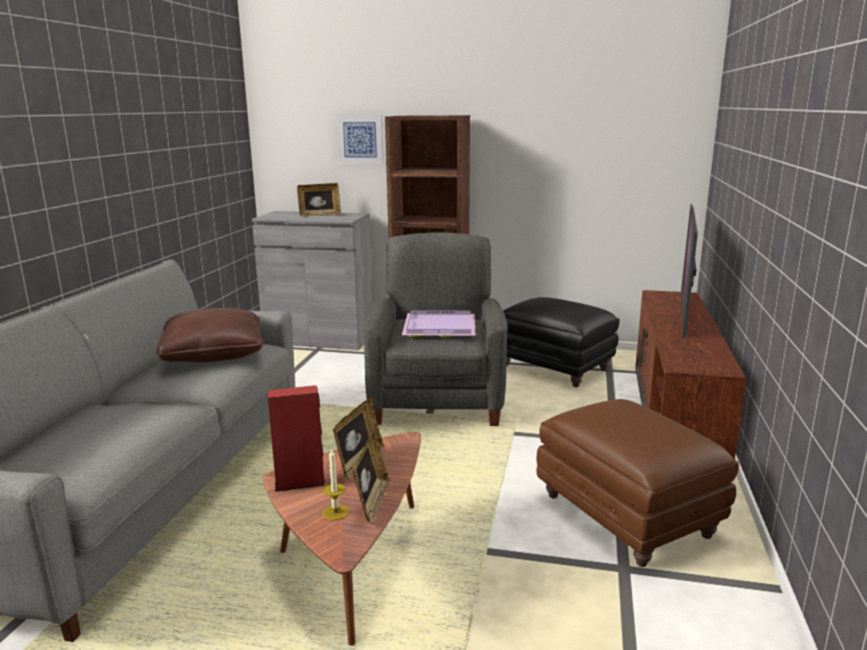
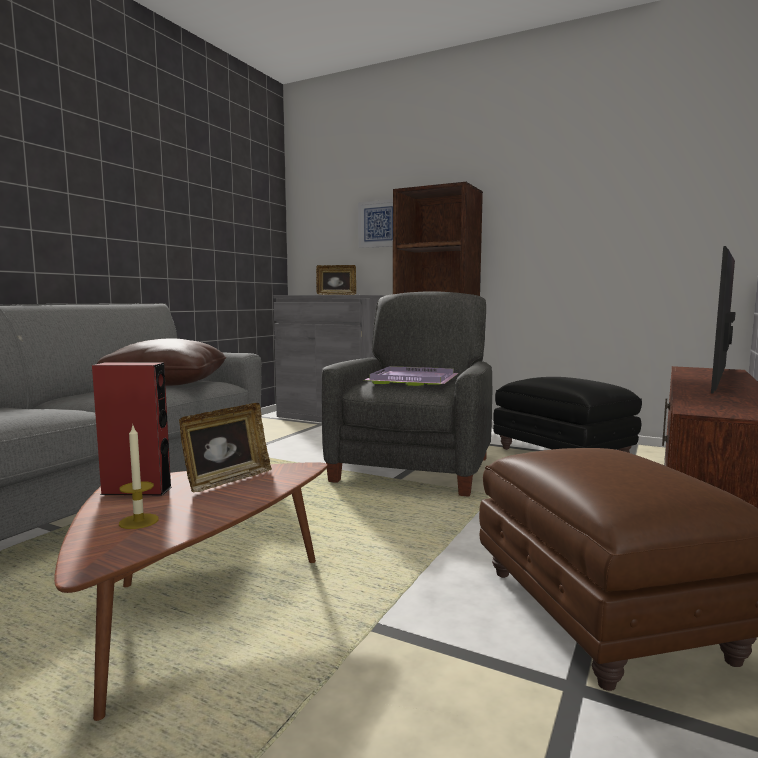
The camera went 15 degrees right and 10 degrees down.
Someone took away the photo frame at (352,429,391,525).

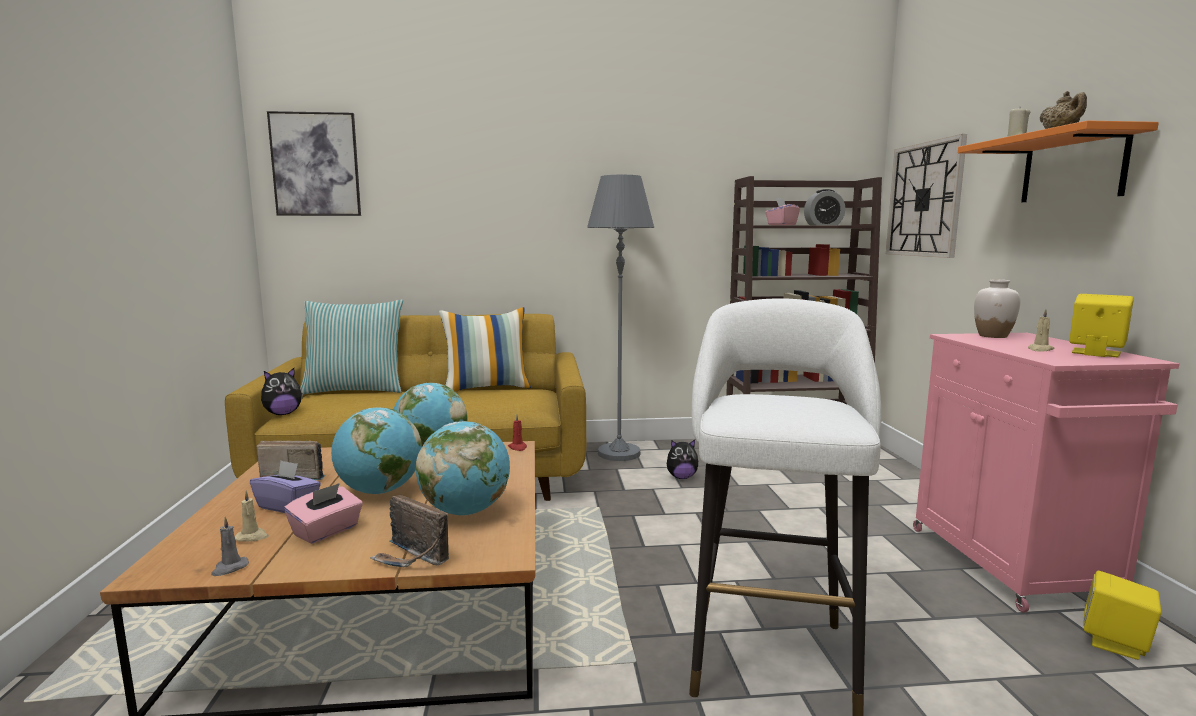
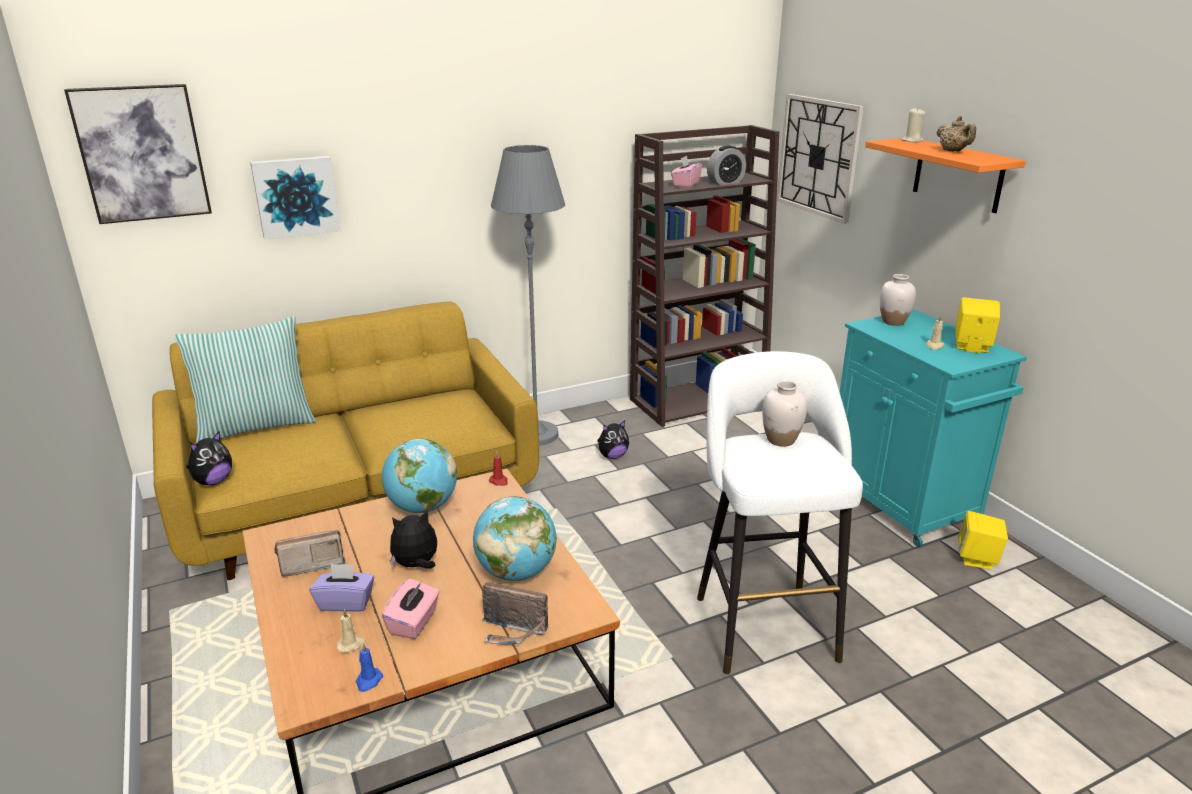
The camera went 20 degrees left and 15 degrees up.
Someone took away the cushion at (439,307,531,392).
Someone put up the wall art at (250,156,341,240).
Someone put down the whitish decorative vase at (762,381,807,446).
Someone swapped the world globe at (331,407,421,494) for the soft toy at (390,509,437,569).
Someone repainted the greyish wax candle at (211,517,249,576), which became the blue wax candle at (356,643,383,692).
Someone repainted the pink-coloured cabinet at (913,333,1179,612), which became the turquoise-coloured cabinet at (840,309,1027,547).

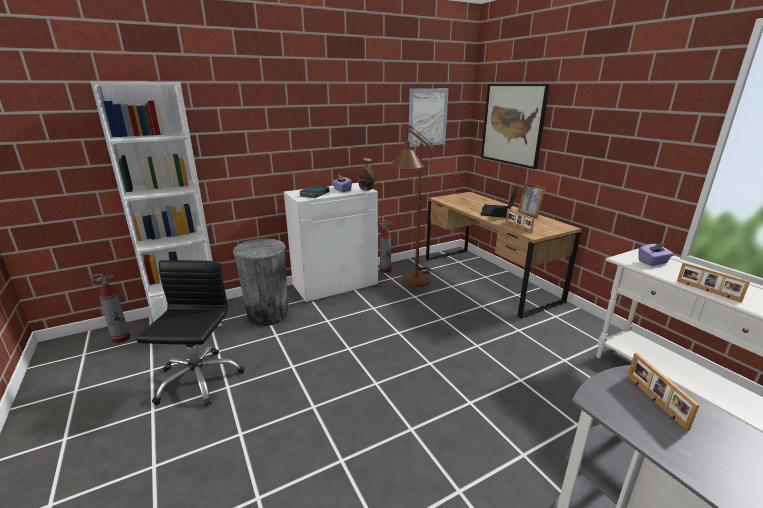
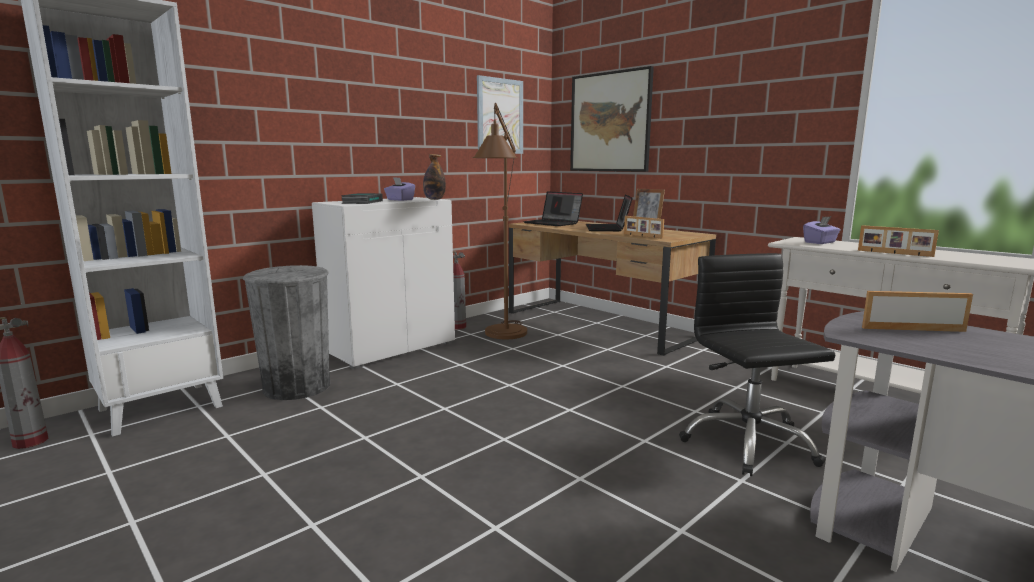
The camera went 15 degrees left and 10 degrees down.
Someone put down the laptop at (523,191,583,226).
Someone carried the black-coloured office chair from (136,260,244,406) to (679,253,835,476).
Someone rotated the photo frame at (628,353,700,431) by 120 degrees clockwise.

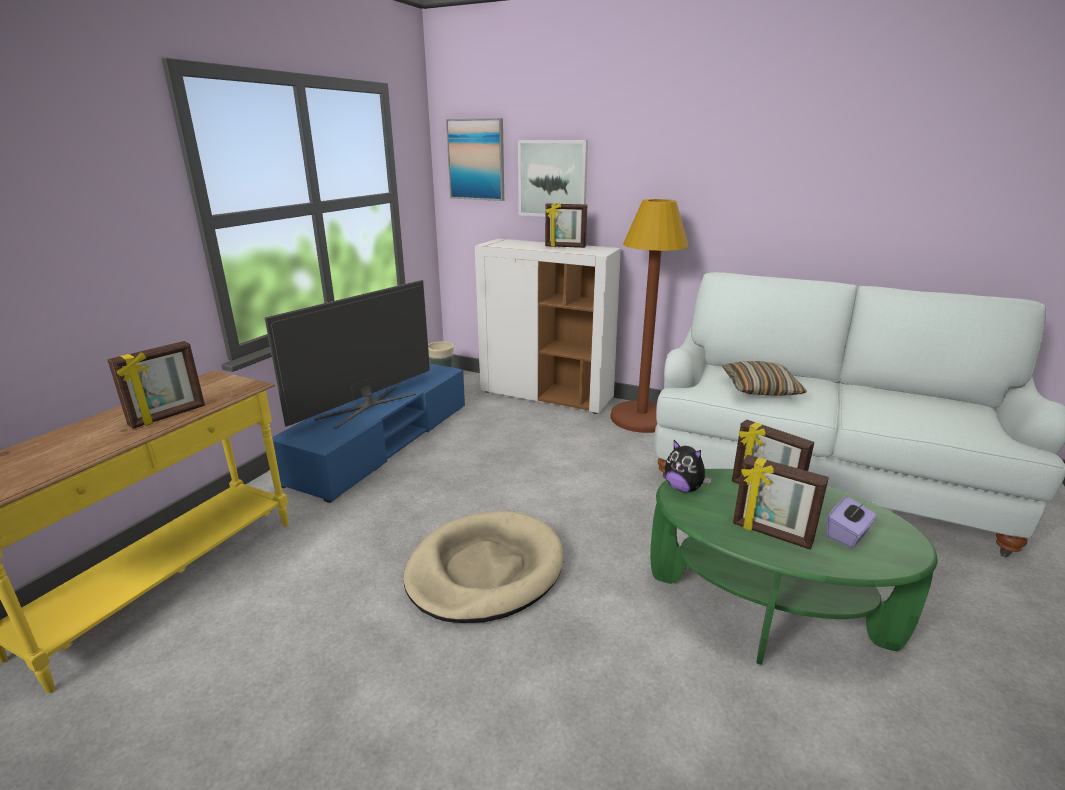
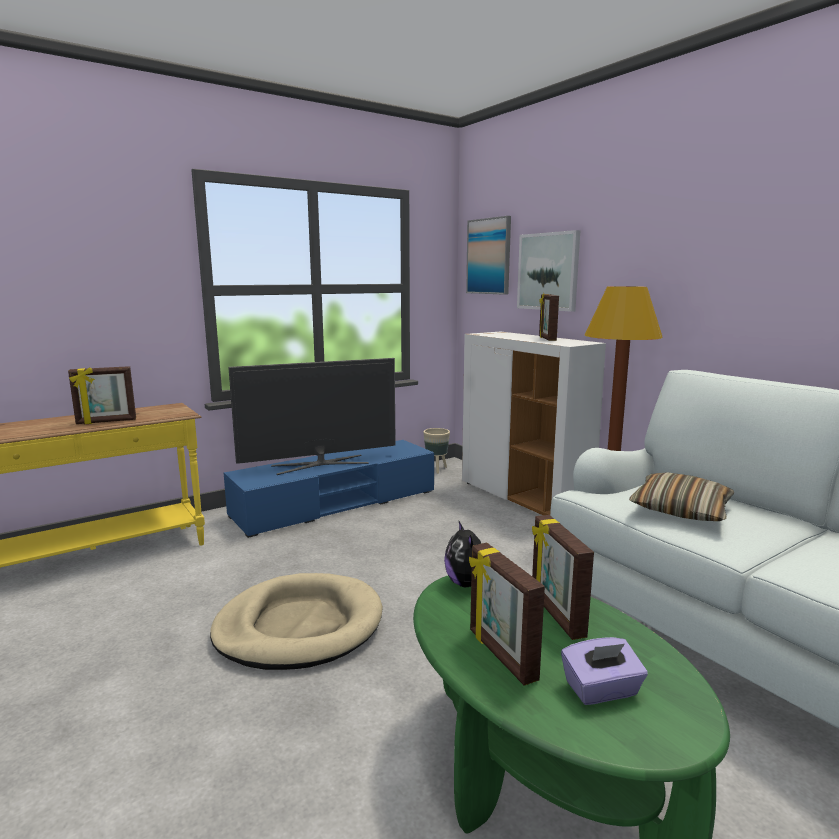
The camera went 30 degrees right and 10 degrees down.
Someone rotated the photo frame at (545,203,587,248) by 45 degrees clockwise.

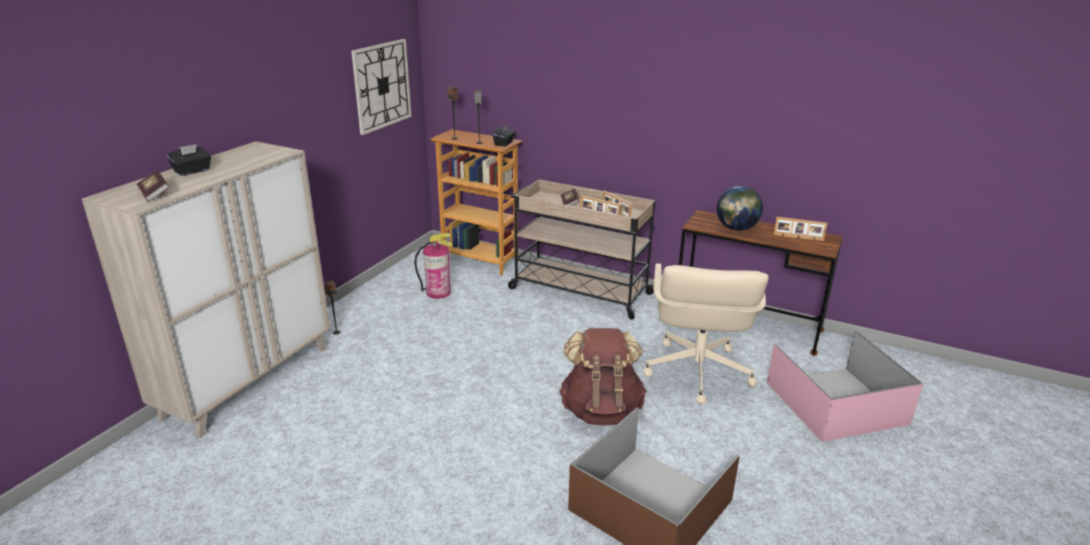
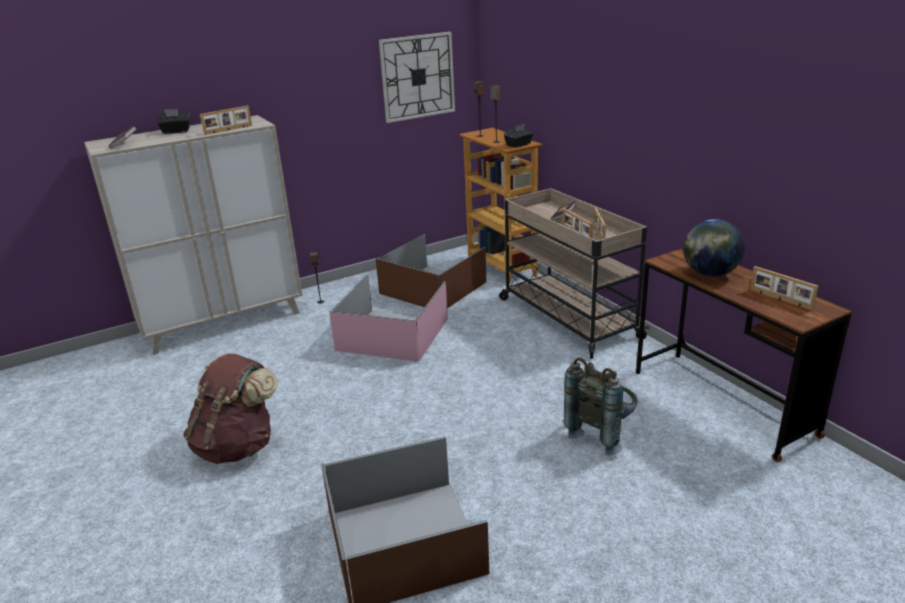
The camera went 35 degrees right and 0 degrees up.
Someone put down the photo frame at (200,106,252,135).
Someone carried the brown knapsack from (559,328,647,426) to (183,354,278,464).
Someone carried the pink-coloured storage bin from (767,331,923,442) to (329,275,448,362).
Someone swapped the extinguisher at (414,233,453,299) for the brown storage bin at (376,234,486,308).
Someone swapped the beige-coloured office chair at (643,263,769,405) for the greyish knapsack at (564,358,638,456).

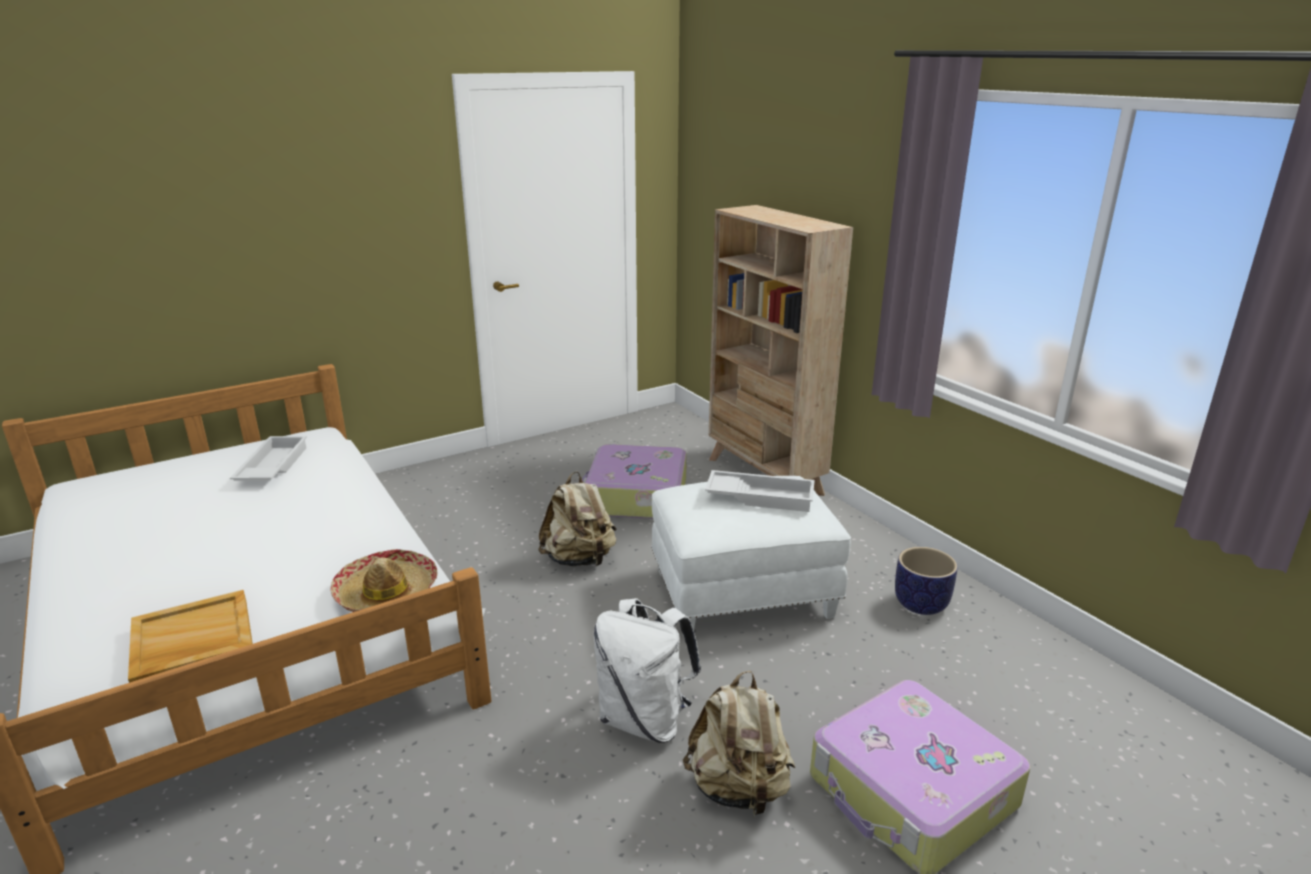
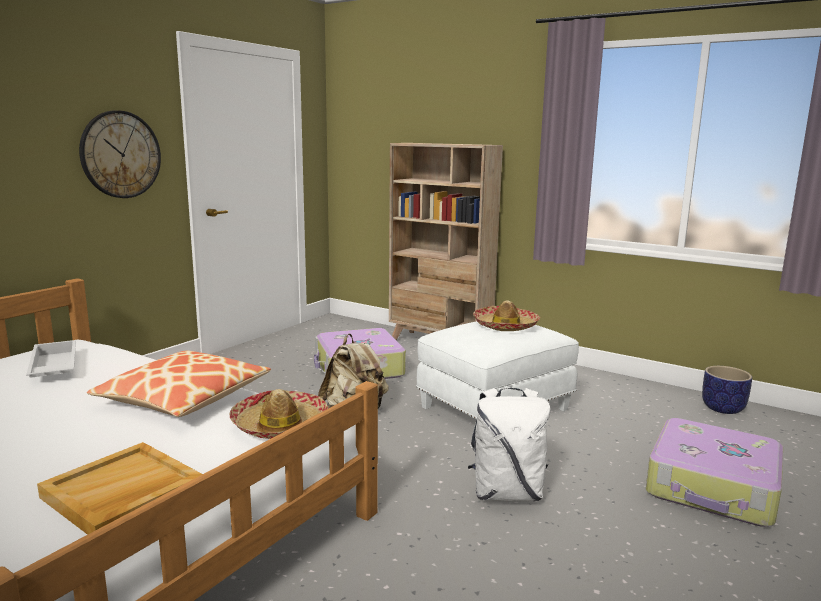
The camera went 25 degrees left and 10 degrees down.
Someone took away the beige-coloured knapsack at (683,671,795,816).
Someone put up the wall clock at (79,110,161,198).
Someone put down the cushion at (87,351,271,417).
Someone carried the plant pot from (895,547,958,615) to (702,366,752,414).
Someone swapped the whitish carrying tray at (705,470,815,512) for the clothing hat at (473,300,540,331).

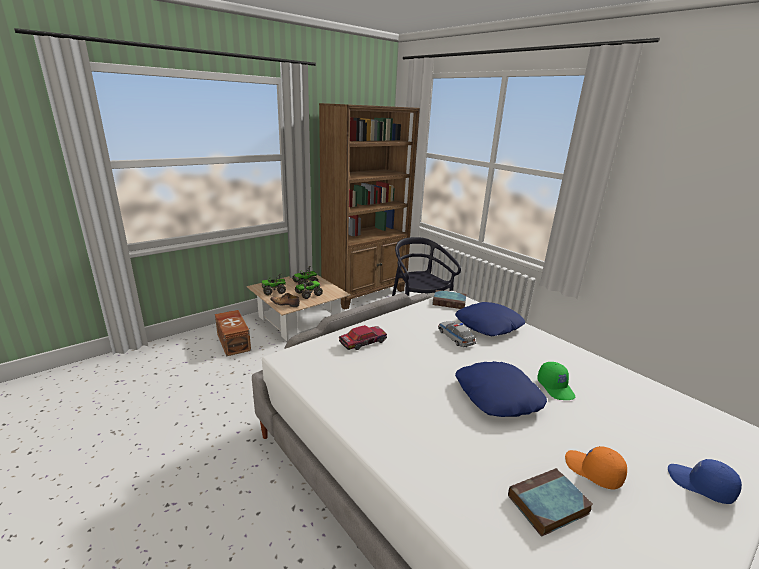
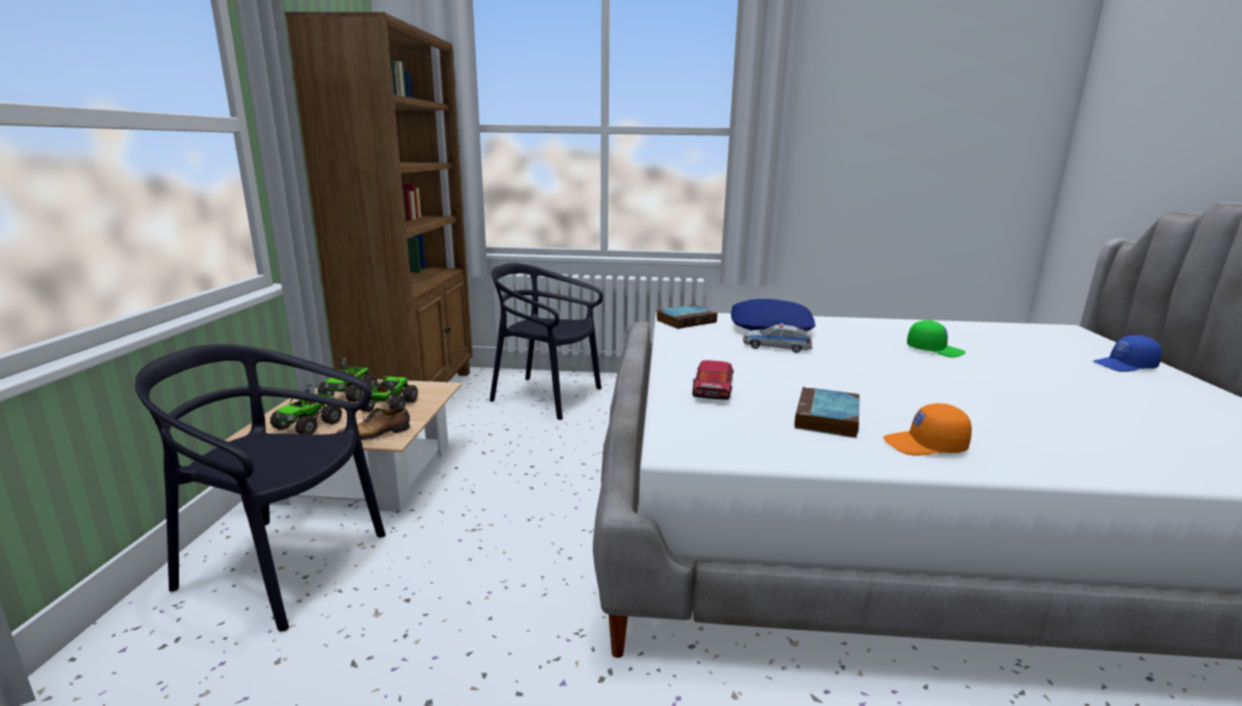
The camera went 45 degrees left and 5 degrees down.
Someone took away the blue cushion at (455,361,547,417).
Someone carried the volume from (508,468,593,537) to (795,387,860,438).
Someone carried the orange-coloured peaked cap from (565,446,627,490) to (883,403,972,456).
Someone swapped the brown storage bin at (215,310,251,357) for the black-coloured plain chair at (135,344,386,632).

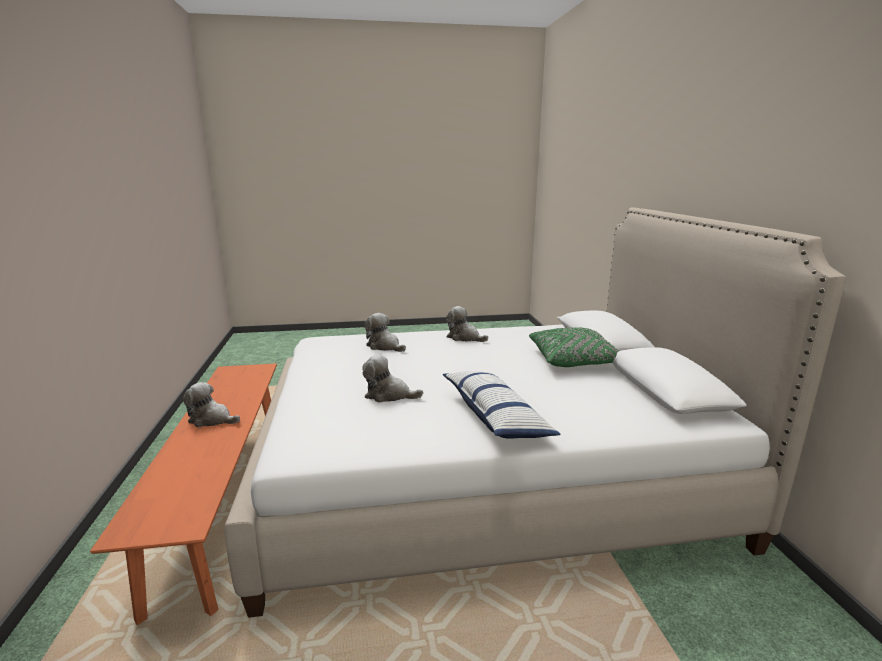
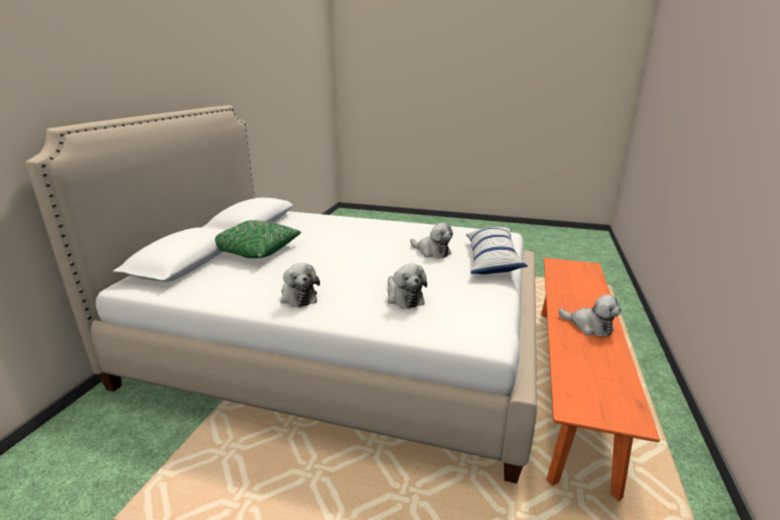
The camera went 155 degrees left and 5 degrees up.
Someone carried the cushion from (443,371,560,439) to (466,227,528,274).

